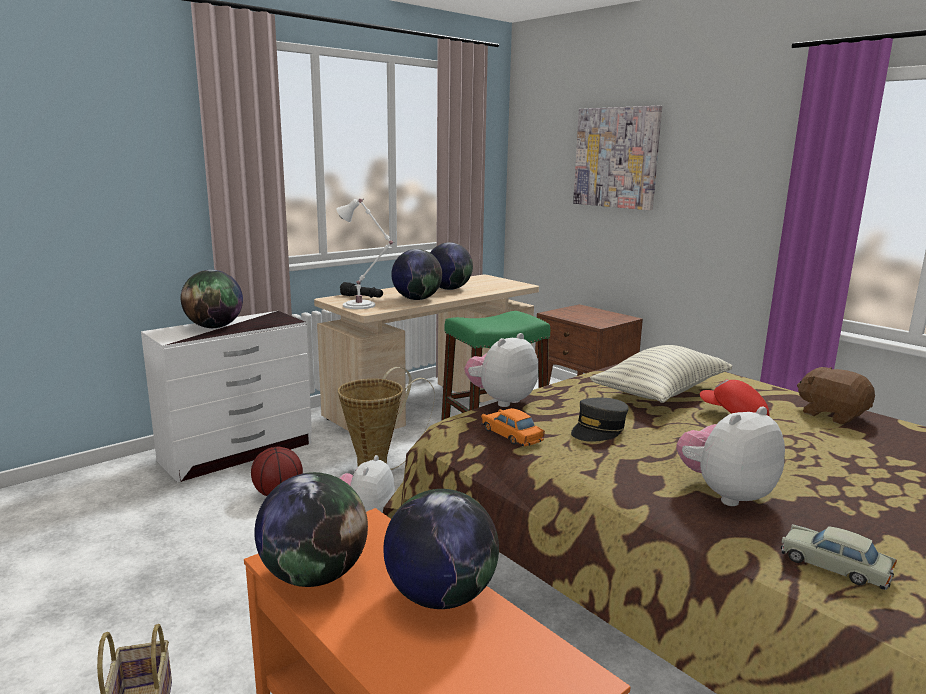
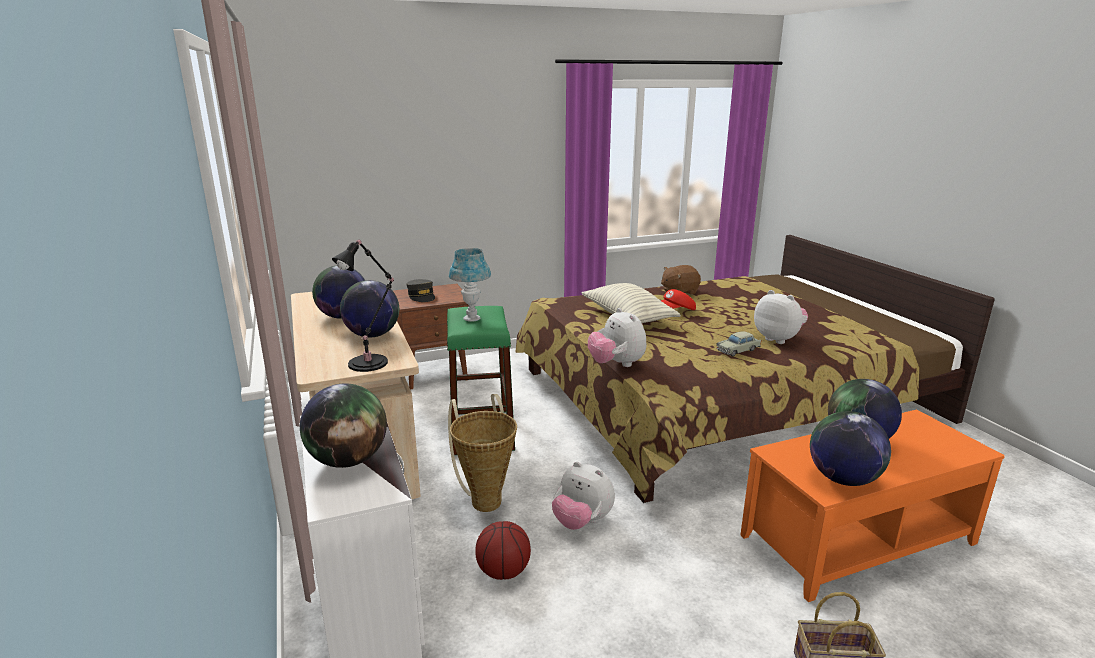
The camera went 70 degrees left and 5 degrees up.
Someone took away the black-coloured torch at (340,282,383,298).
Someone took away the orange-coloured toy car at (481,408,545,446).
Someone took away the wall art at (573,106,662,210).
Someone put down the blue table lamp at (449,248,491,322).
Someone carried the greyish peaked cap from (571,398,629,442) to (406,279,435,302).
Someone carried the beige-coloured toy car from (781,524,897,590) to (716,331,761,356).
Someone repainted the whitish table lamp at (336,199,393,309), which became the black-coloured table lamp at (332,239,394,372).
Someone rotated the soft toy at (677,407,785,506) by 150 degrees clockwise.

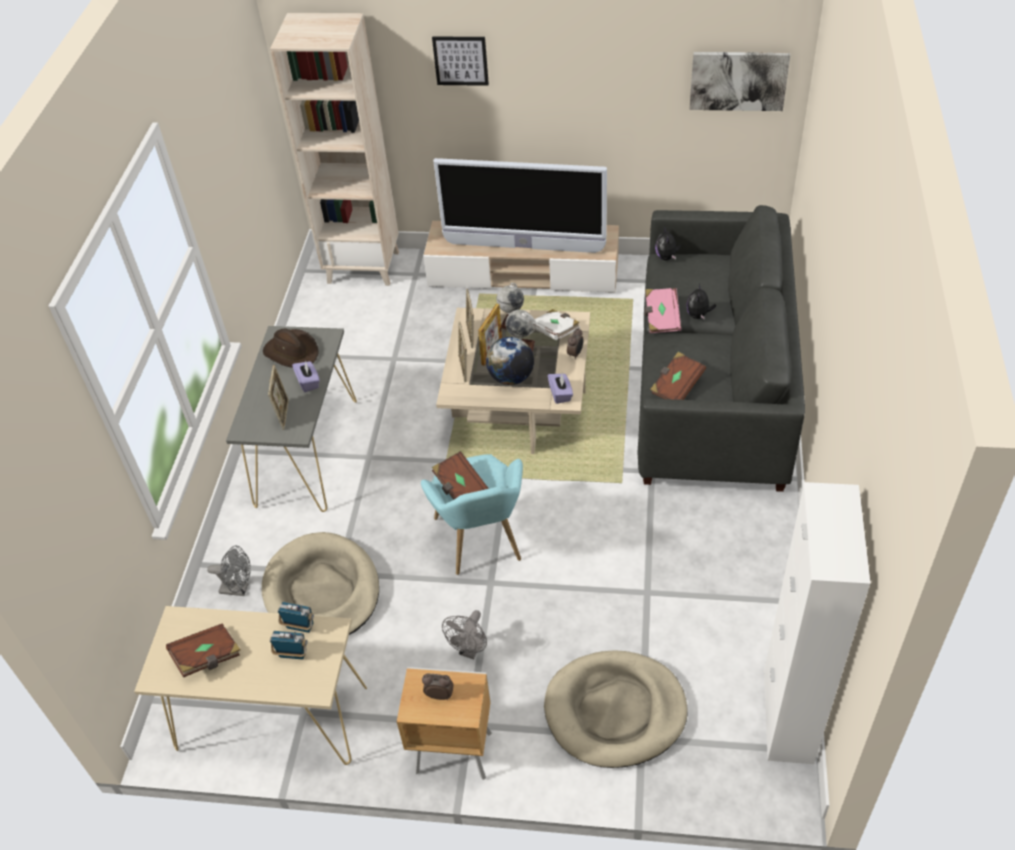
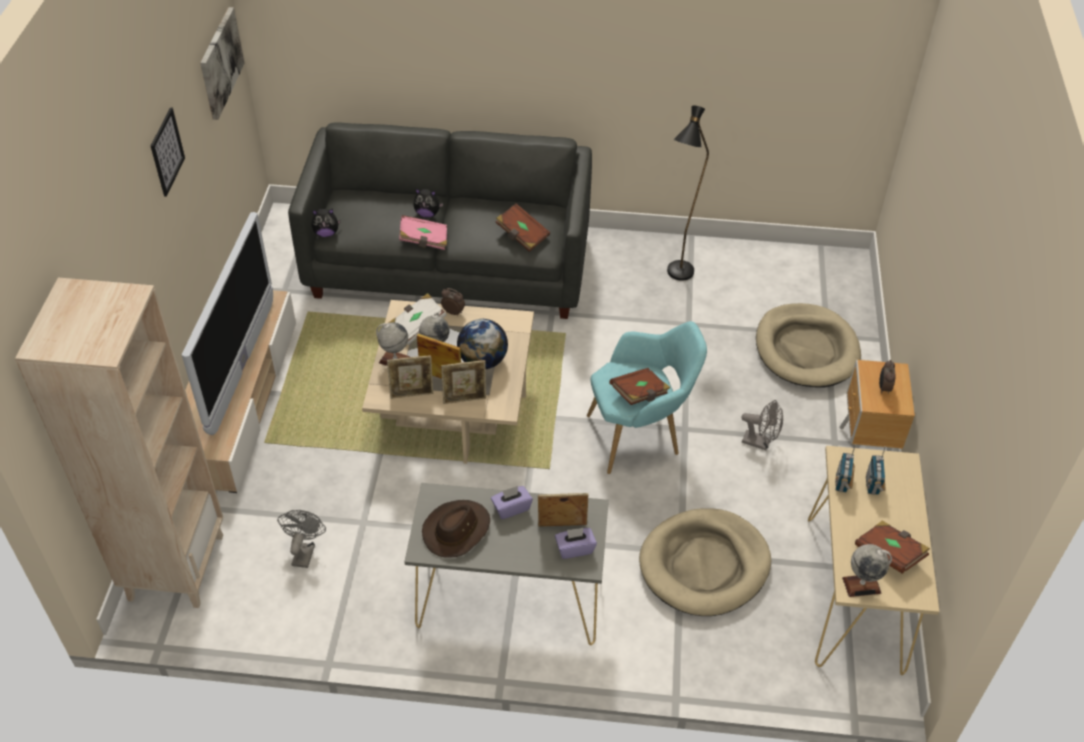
The camera went 95 degrees left and 0 degrees up.
Someone took away the whitish cabinet at (764,482,870,764).
Someone put down the black-coloured standard lamp at (667,106,709,281).
Someone put down the world globe at (842,544,892,597).
Someone carried the greyish electric fan from (207,545,251,596) to (277,510,326,568).
Someone carried the wall art from (432,37,489,86) to (151,107,185,197).
Someone carried the purplish tissue holder from (548,374,573,404) to (555,528,597,559).

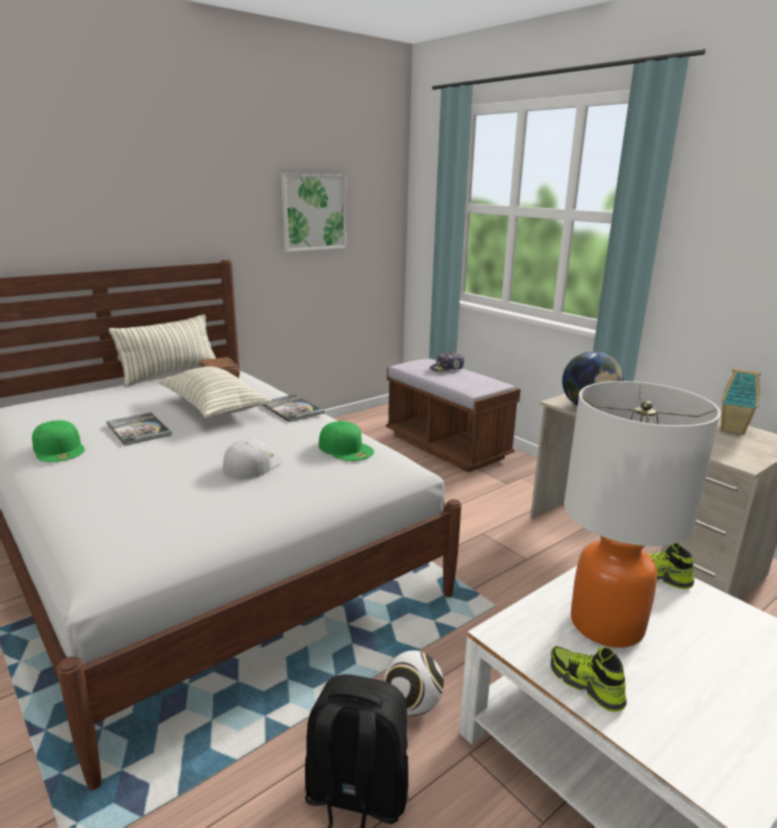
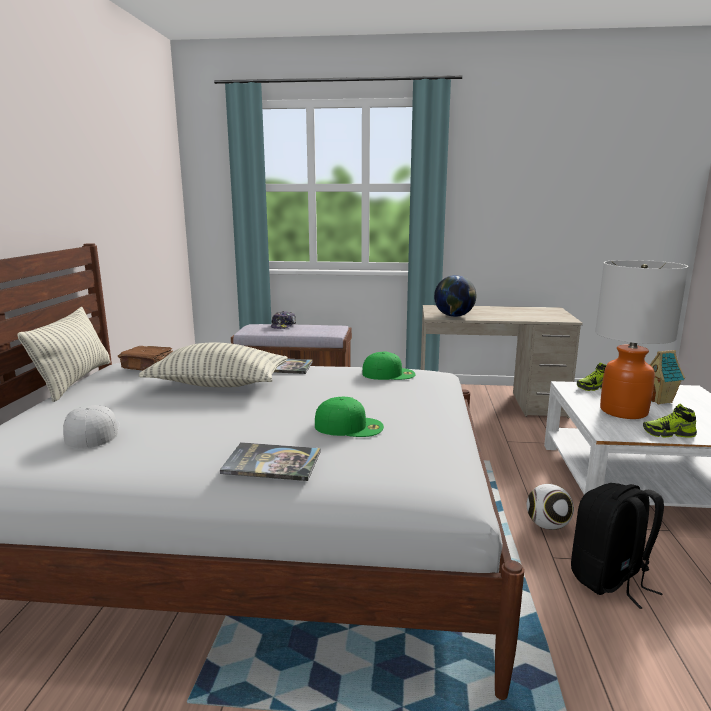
The camera went 45 degrees left and 5 degrees down.
Someone took away the wall art at (281,174,346,252).
Someone carried the green-coloured peaked cap from (32,420,85,462) to (315,397,384,437).
Someone carried the volume from (107,412,172,446) to (220,442,320,481).
Someone carried the whitish peaked cap from (223,439,283,480) to (63,405,120,449).
Someone carried the model house from (721,368,761,435) to (649,350,685,404).

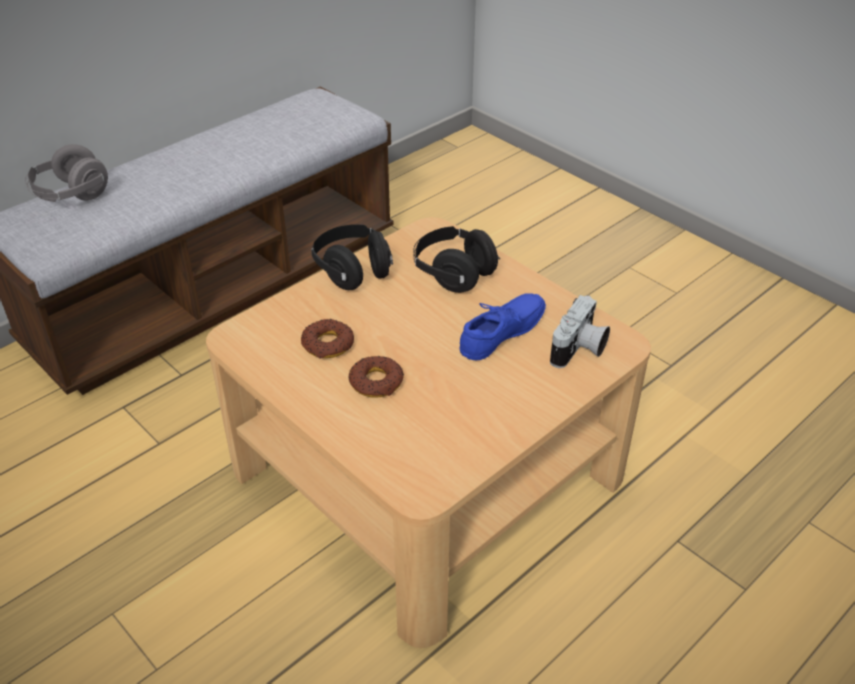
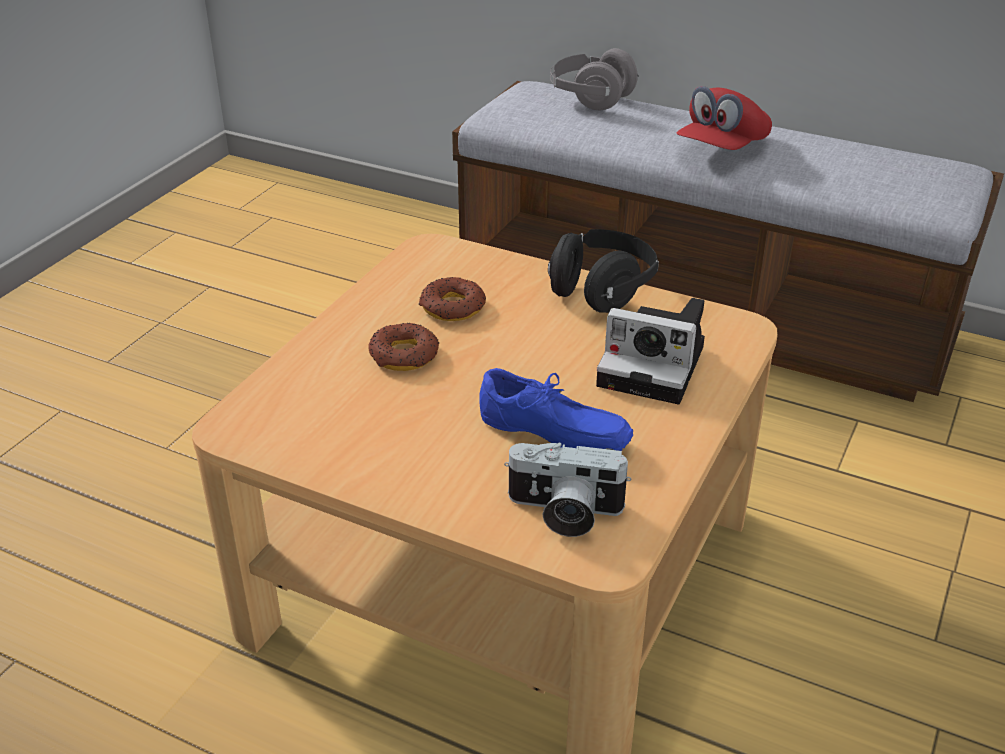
The camera went 70 degrees right and 5 degrees down.
Someone put down the reddish peaked cap at (677,86,772,150).
Someone swapped the black-coloured headphones at (413,226,500,293) for the photo camera at (596,298,705,404).

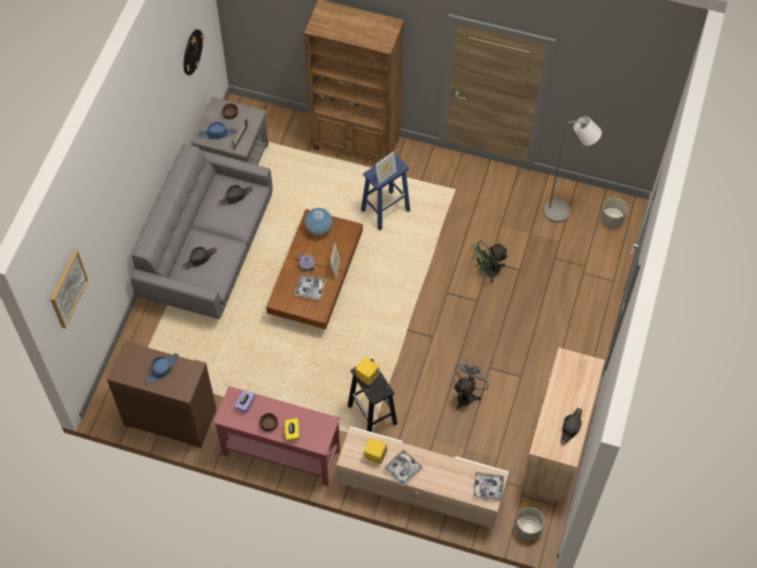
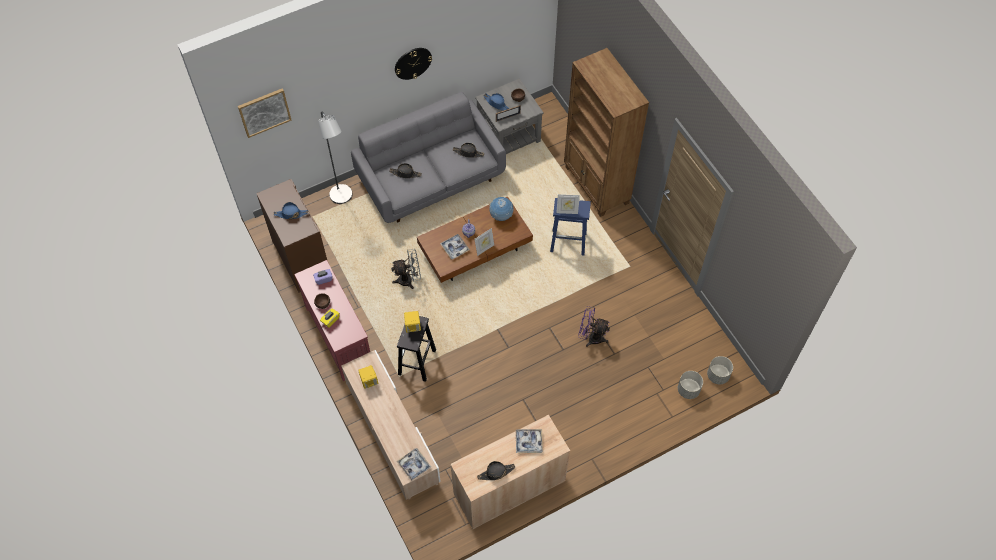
The camera went 45 degrees right and 0 degrees up.
Someone carried the wall clock from (184,29,204,75) to (395,48,432,80).
Someone carried the carrying tray from (384,449,423,486) to (516,429,543,453).
Someone carried the greyish electric fan from (453,358,492,410) to (391,249,421,289).
Someone carried the greyish plant pot from (515,507,544,541) to (678,371,703,399).
Someone carried the greyish standard lamp from (543,116,602,223) to (318,112,353,204).
Someone repainted the green-coloured electric fan at (471,241,508,283), which became the purplish electric fan at (578,306,610,347).

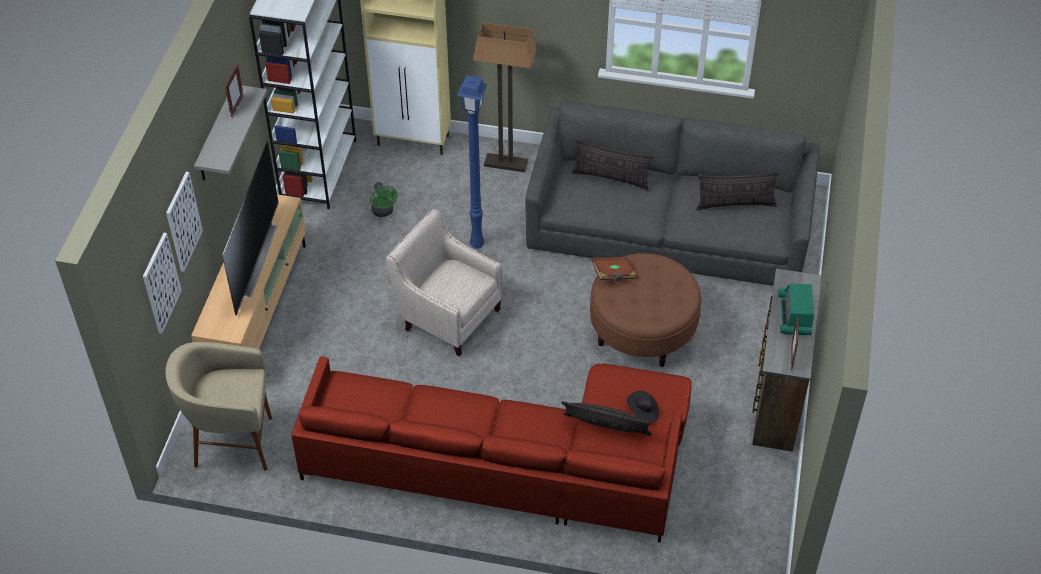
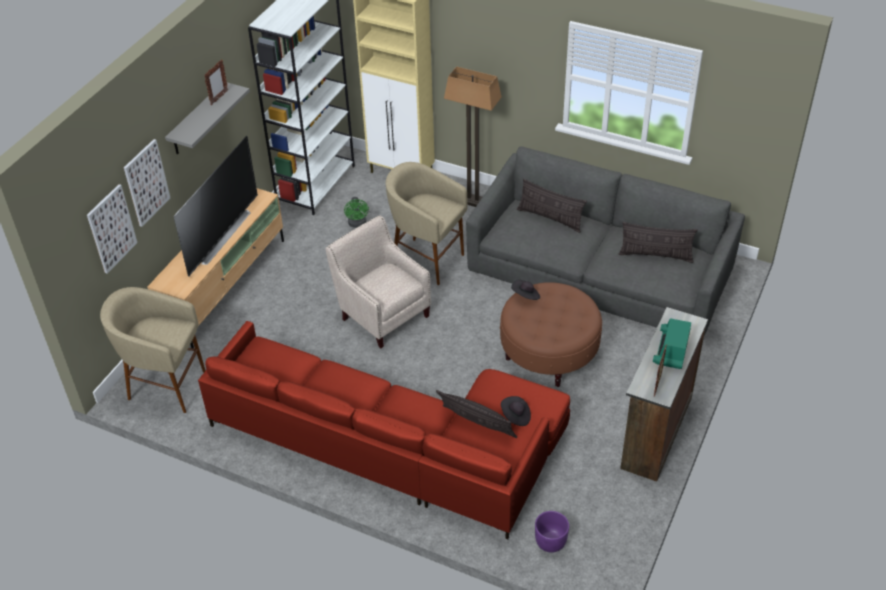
The camera went 15 degrees right and 5 degrees down.
Someone put down the purplish plant pot at (535,511,569,553).
Someone swapped the blue standard lamp at (457,75,488,249) for the beige-coloured stool seat at (386,162,468,285).
Someone swapped the brown volume at (591,257,636,281) for the black-coloured clothing hat at (511,280,540,300).

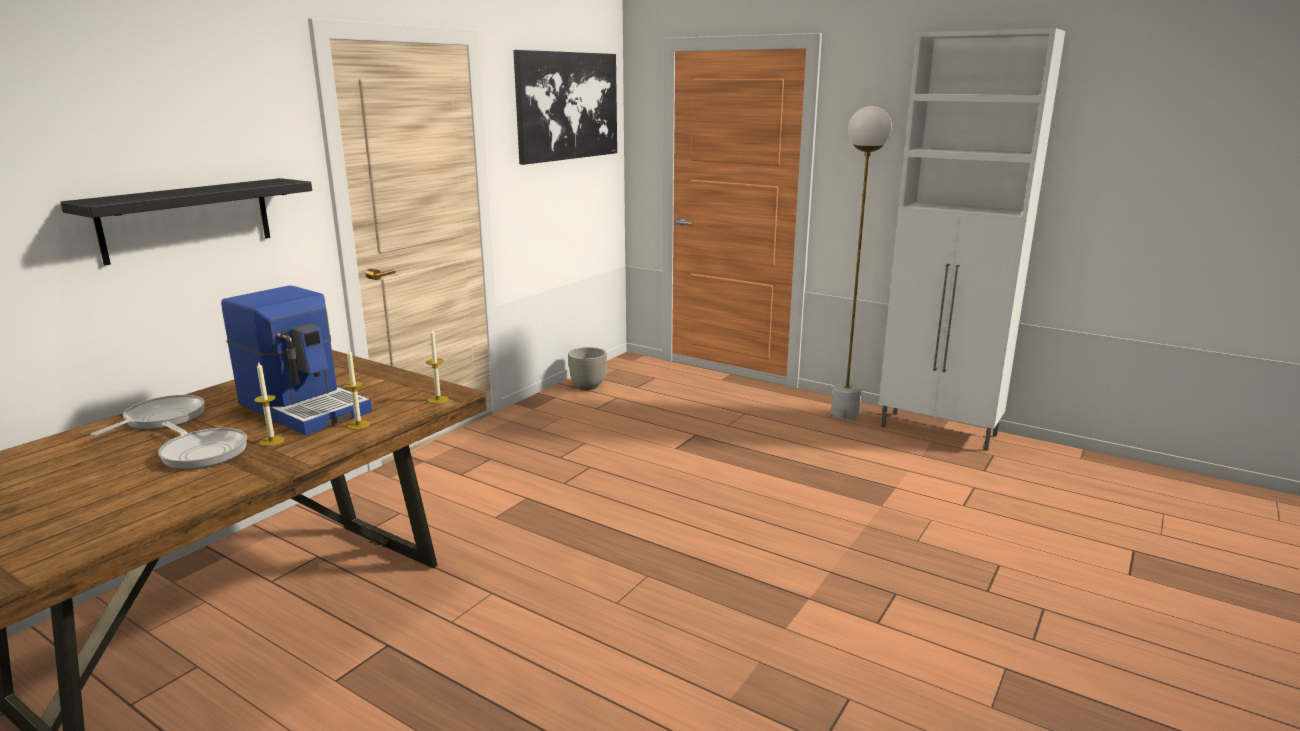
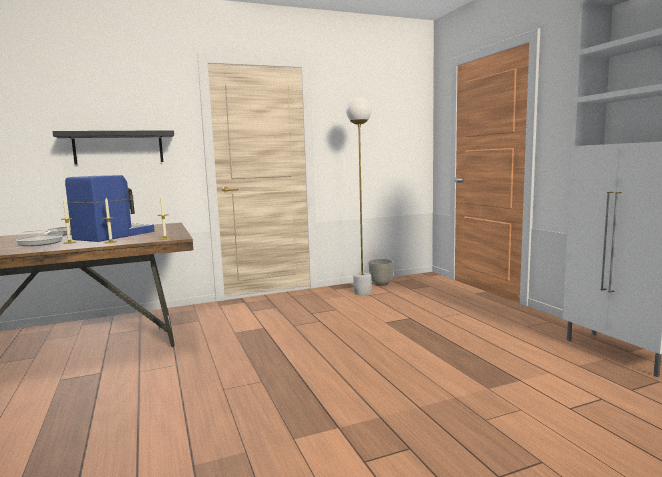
The camera went 35 degrees right and 10 degrees down.
Someone took away the wall art at (513,50,617,165).
Someone carried the whitish standard lamp from (831,106,892,420) to (346,97,372,295).
Someone rotated the coffee machine at (221,286,372,435) by 135 degrees counterclockwise.

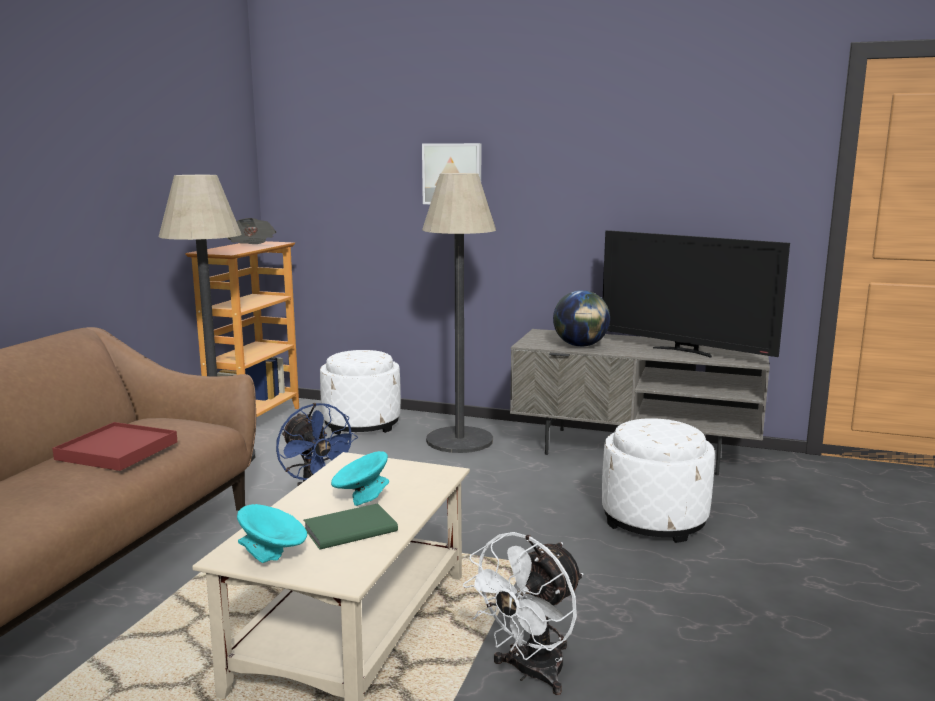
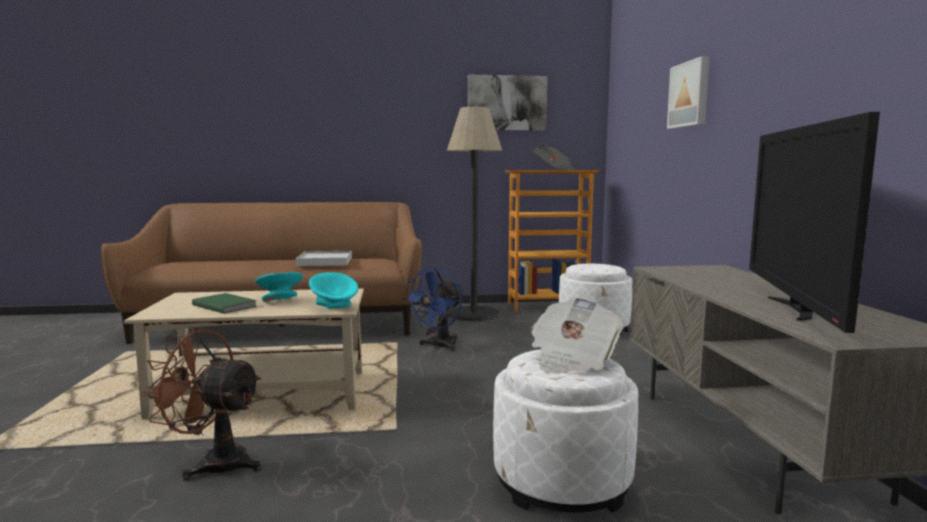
The camera went 65 degrees right and 5 degrees down.
Someone took away the standard lamp at (422,173,496,453).
Someone took away the world globe at (553,290,610,347).
Someone put up the wall art at (468,75,547,131).
Someone put down the newspaper at (531,297,624,374).
Someone carried the turquoise-coloured serving bowl from (237,504,307,563) to (309,272,358,309).
Someone repainted the reddish carrying tray at (52,422,178,471), which became the whitish carrying tray at (296,251,352,266).
Someone repainted the whitish electric fan at (463,532,583,695), which became the brown electric fan at (140,329,261,481).

